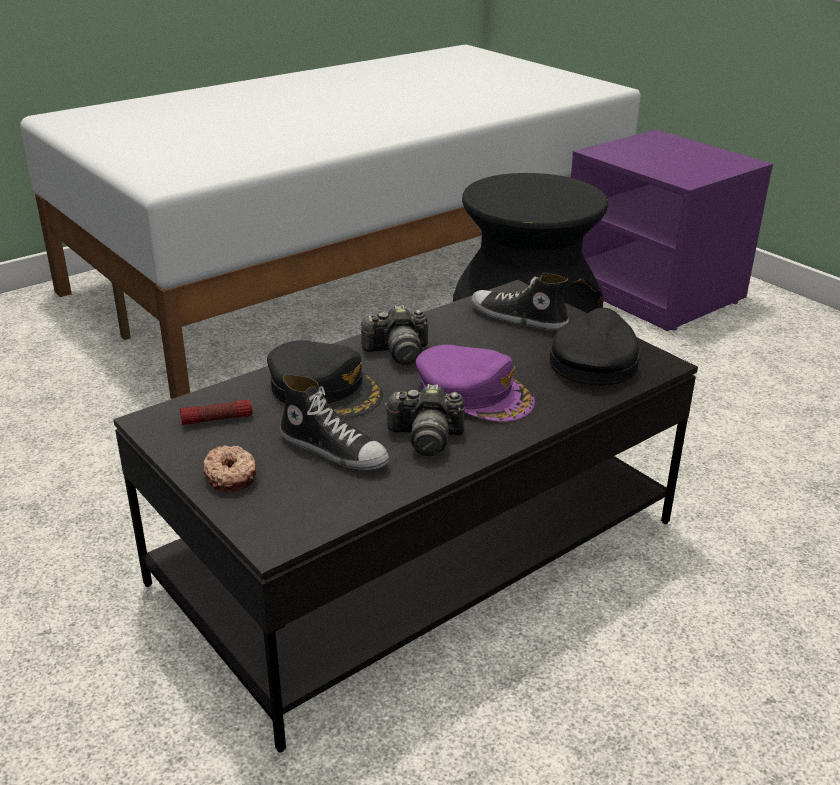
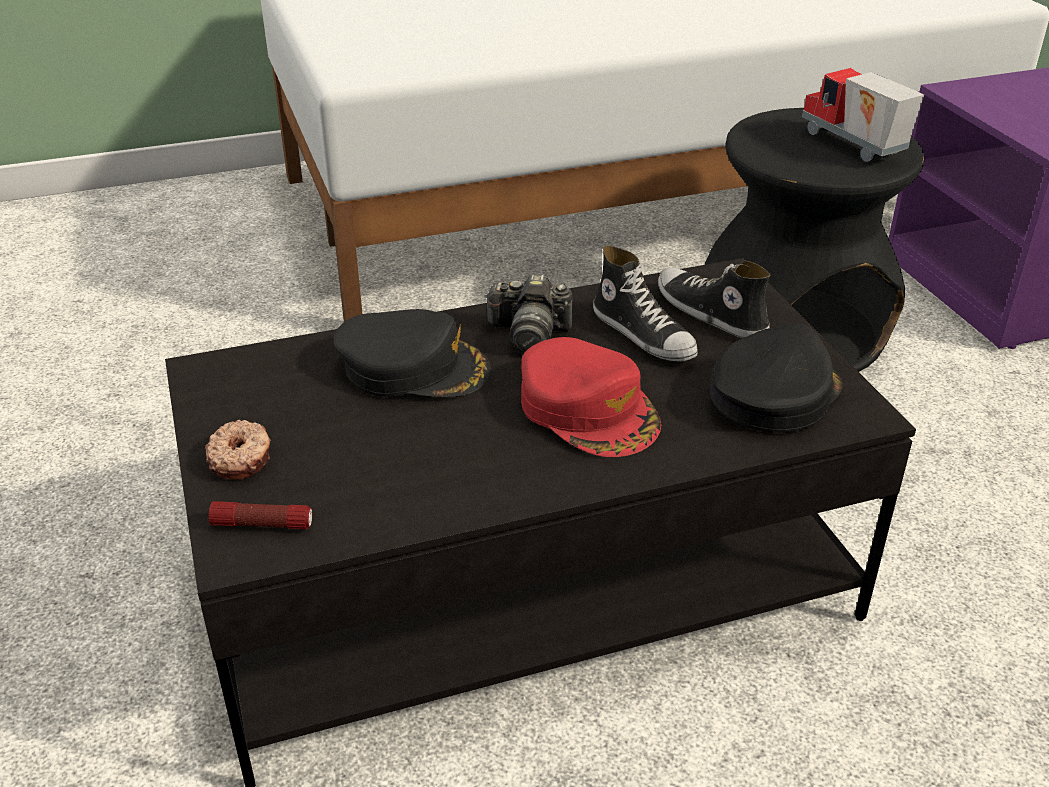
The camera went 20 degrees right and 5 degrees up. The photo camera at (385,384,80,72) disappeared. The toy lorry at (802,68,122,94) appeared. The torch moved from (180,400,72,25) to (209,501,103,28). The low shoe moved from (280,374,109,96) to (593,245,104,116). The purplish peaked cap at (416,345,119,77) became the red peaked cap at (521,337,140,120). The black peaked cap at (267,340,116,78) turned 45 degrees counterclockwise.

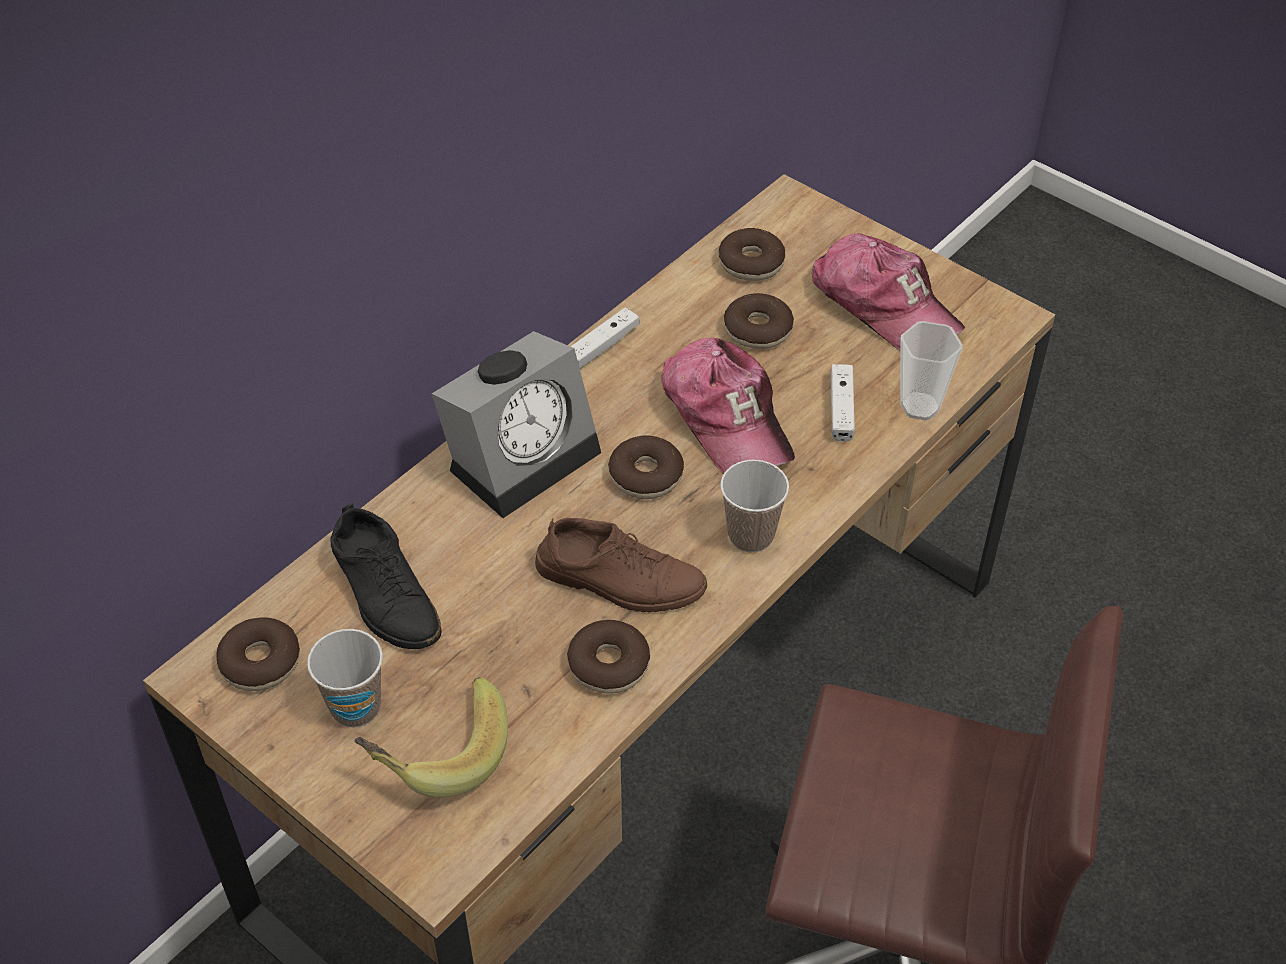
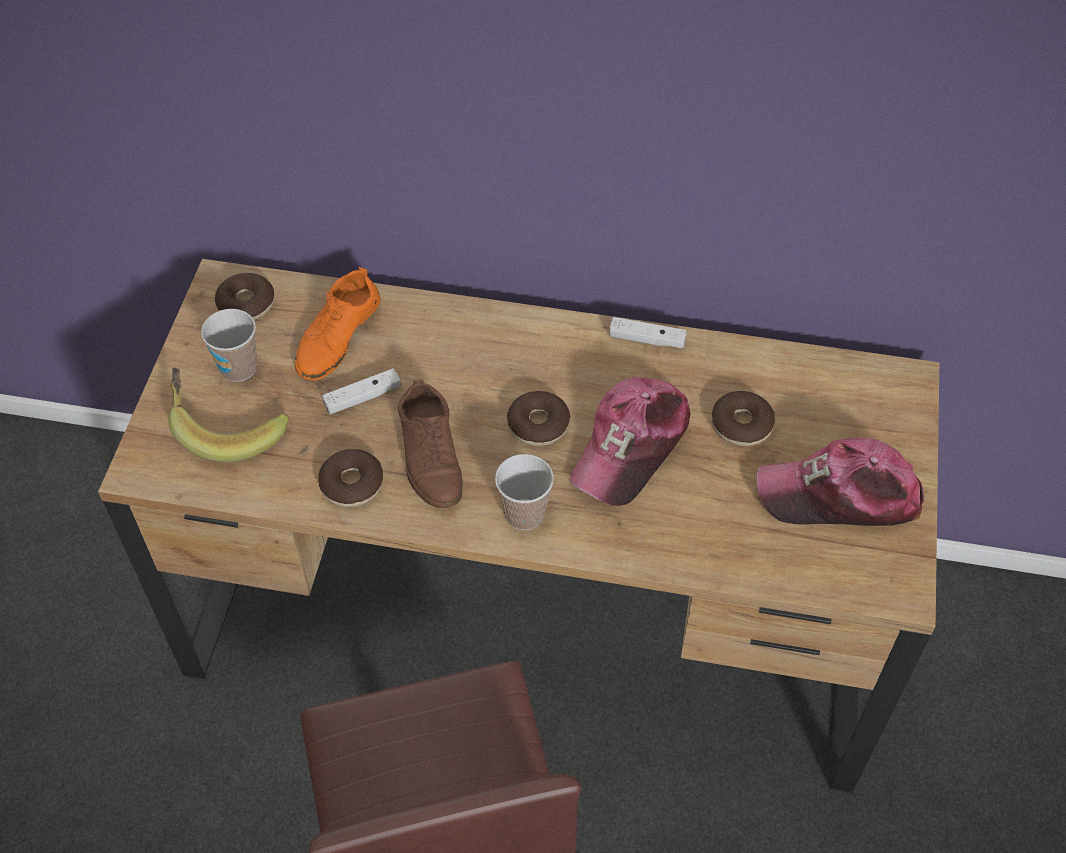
The camera went 60 degrees right and 5 degrees up. The table clock at (432,331,169,187) disappeared. The donut at (719,228,66,53) disappeared. The drinking cup at (900,321,63,99) disappeared. The whitish game controller moved from (831,364,24,78) to (322,368,79,46). The black low shoe at (330,503,111,146) became the orange low shoe at (295,267,86,113). The peaked cap at (812,233,153,117) turned 75 degrees clockwise.

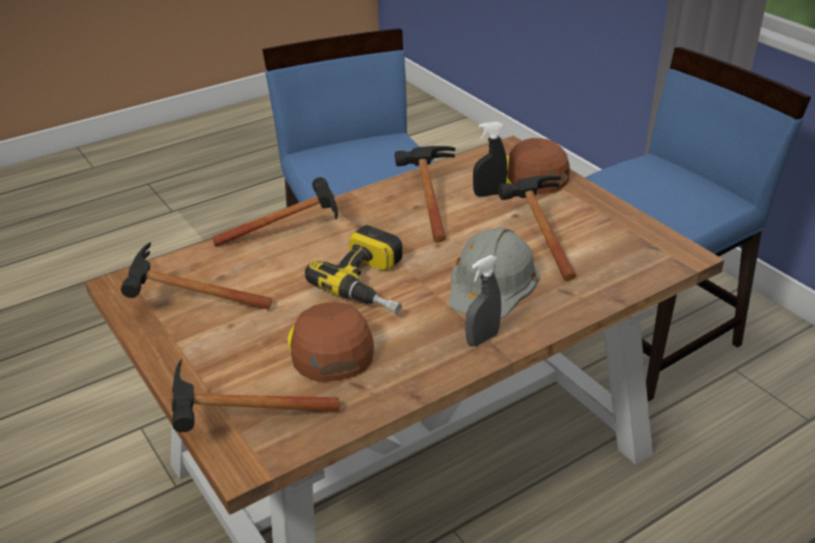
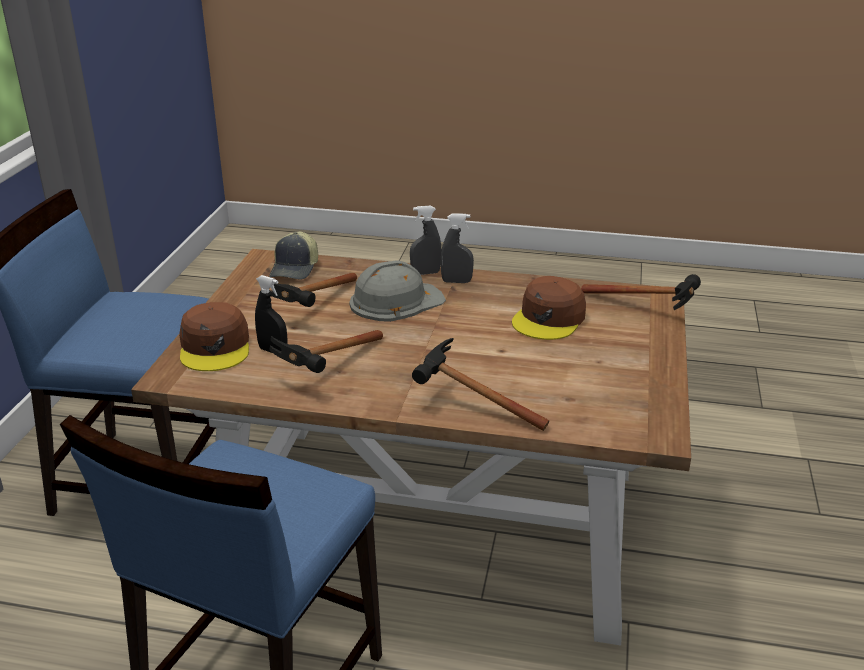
The camera went 135 degrees left and 5 degrees down. The hand hammer at (121,242,151,68) disappeared. The electric drill at (305,225,97,89) disappeared. The peaked cap at (269,232,49,48) appeared. The gray spray bottle at (410,206,31,69) appeared.

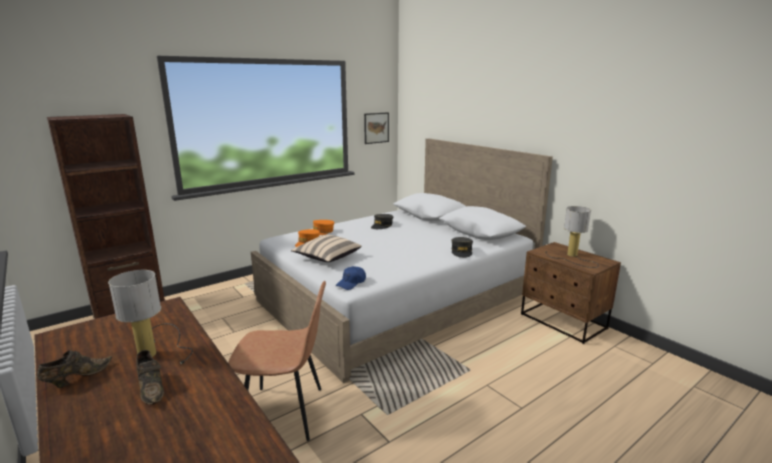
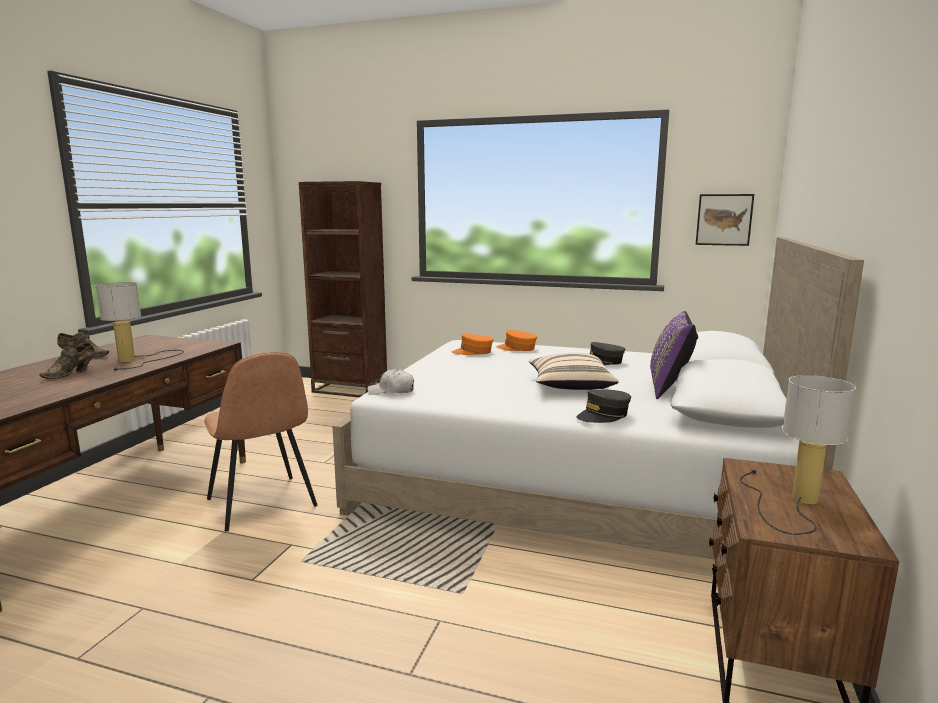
The camera went 55 degrees right and 5 degrees down. The purplish pillow at (650,311,48,88) appeared. The beige pillow moved from (291,235,70,27) to (529,353,90,37). The bluish peaked cap at (335,266,31,24) became the whitish peaked cap at (367,369,47,26).

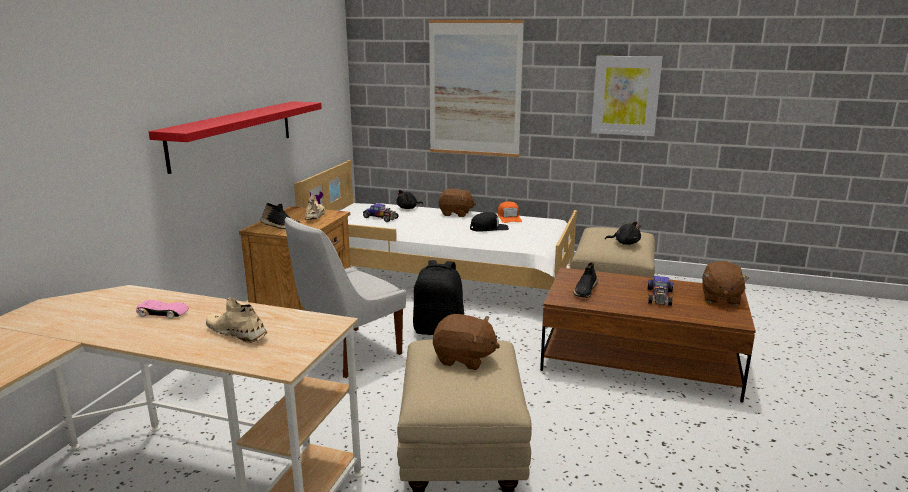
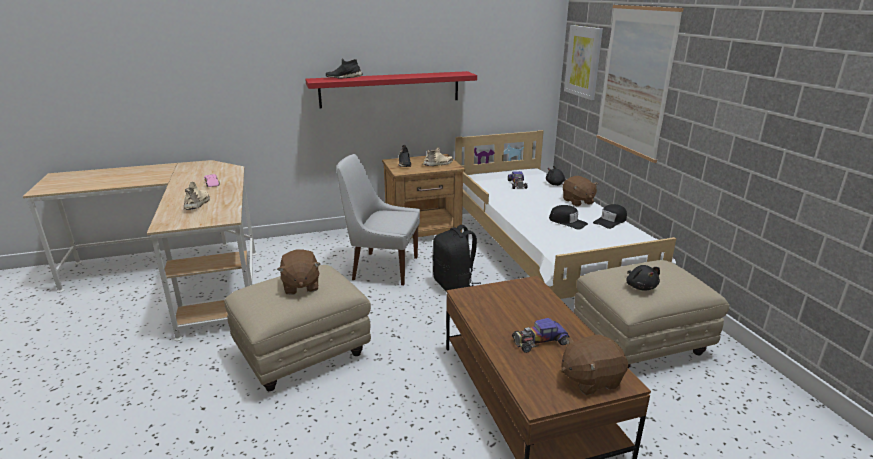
The camera went 55 degrees right and 5 degrees up. The black low shoe moved from (573,262,24,36) to (326,59,37,20). The wall picture moved from (591,56,72,80) to (564,25,39,75). The orange peaked cap at (498,201,24,22) became the black peaked cap at (593,204,34,25).

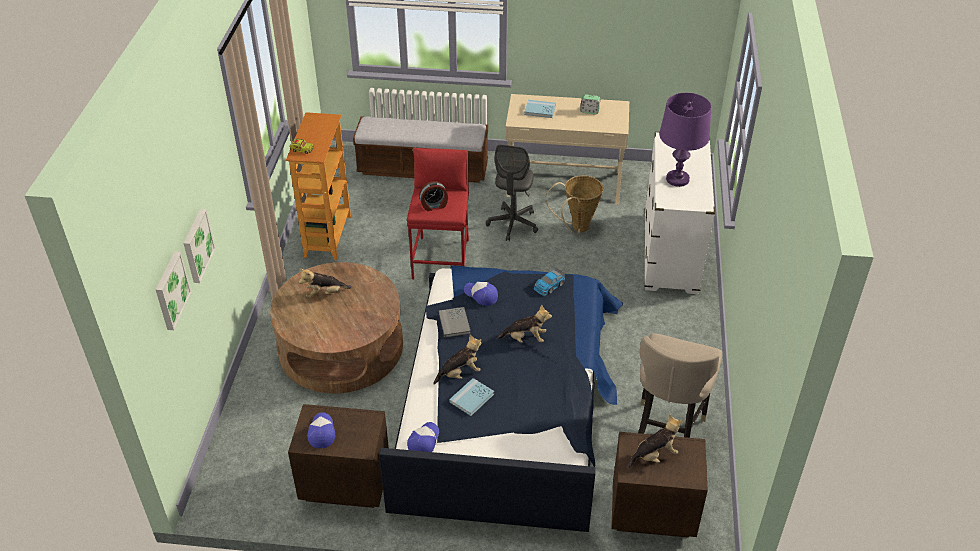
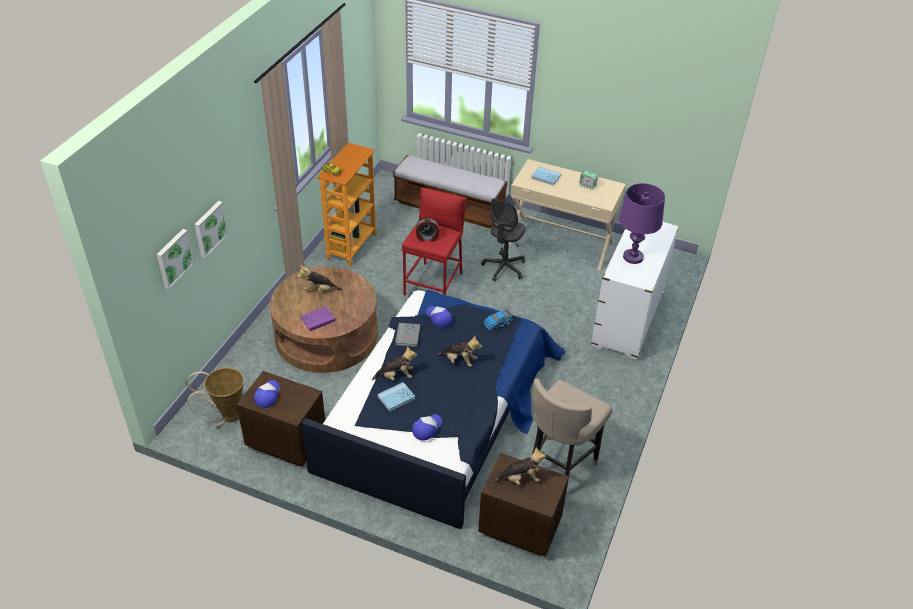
The camera went 15 degrees right and 0 degrees up. The purplish bound book at (301,306,34,25) appeared. The peaked cap moved from (407,422,32,30) to (412,414,30,27). The household basket moved from (545,175,58,60) to (185,368,59,57).

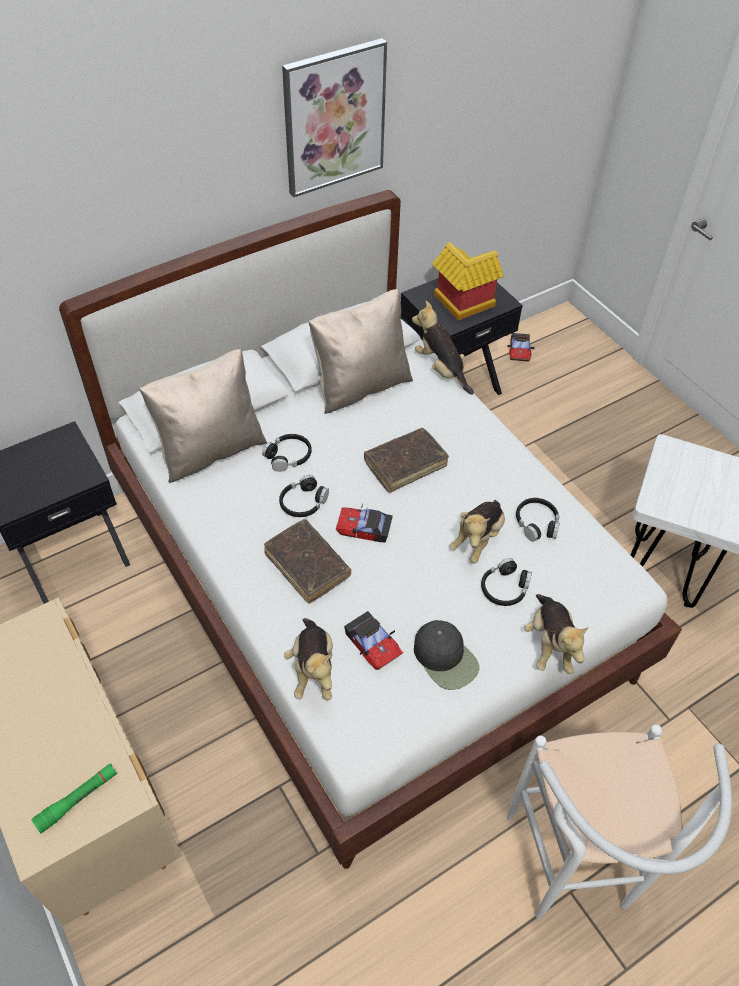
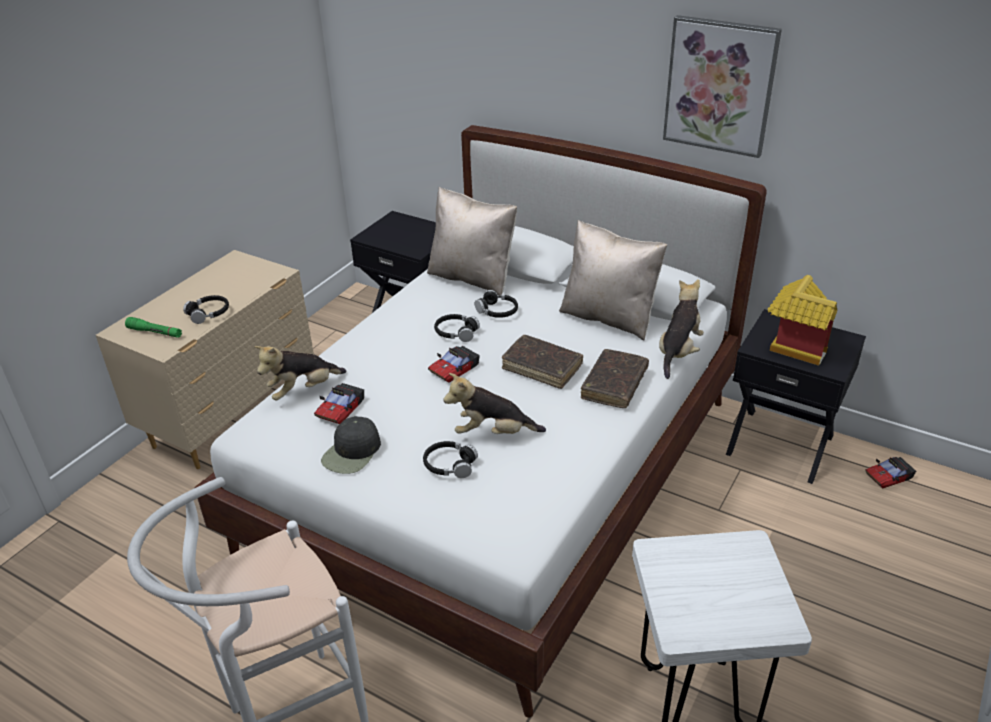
The camera went 65 degrees right and 15 degrees down. The plush toy at (525,594,63,80) disappeared. The brownish bound book moved from (264,519,87,85) to (581,349,68,59). The black pair of headphones moved from (516,498,43,44) to (183,295,46,29). The toy car at (336,503,57,39) turned 120 degrees counterclockwise.

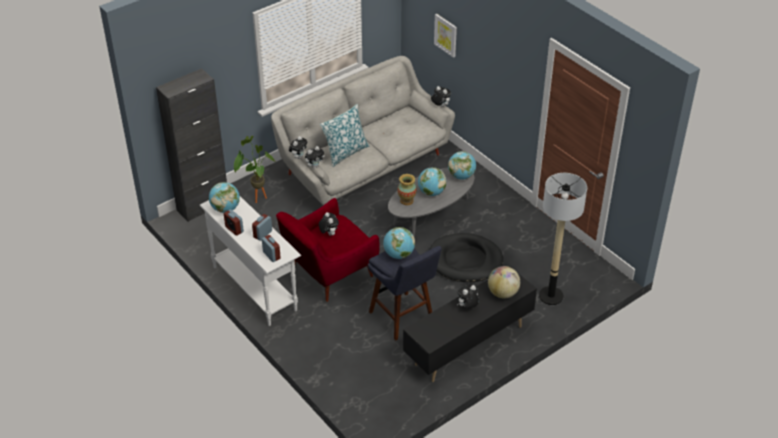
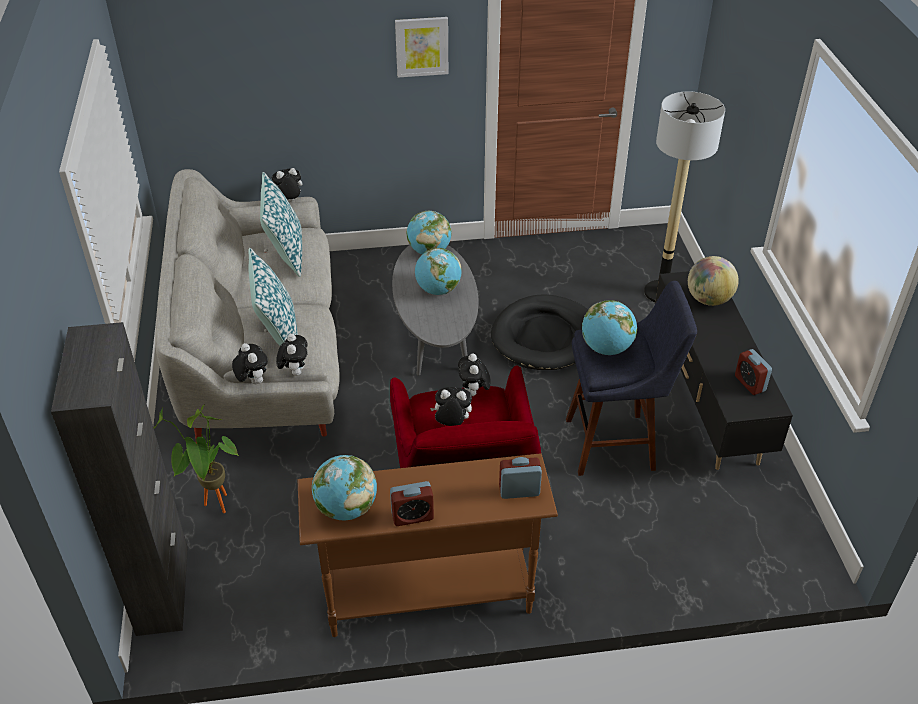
The camera went 60 degrees left and 0 degrees up. The flower vase at (397,174,20,31) disappeared. The pillow at (260,172,42,105) appeared. The table clock moved from (252,214,20,27) to (735,349,37,46). The wall picture moved from (434,14,23,44) to (395,17,53,61). The plush toy moved from (457,284,22,25) to (458,354,33,42). The whitish narrow table at (199,195,102,131) became the brownish narrow table at (298,453,260,184).

